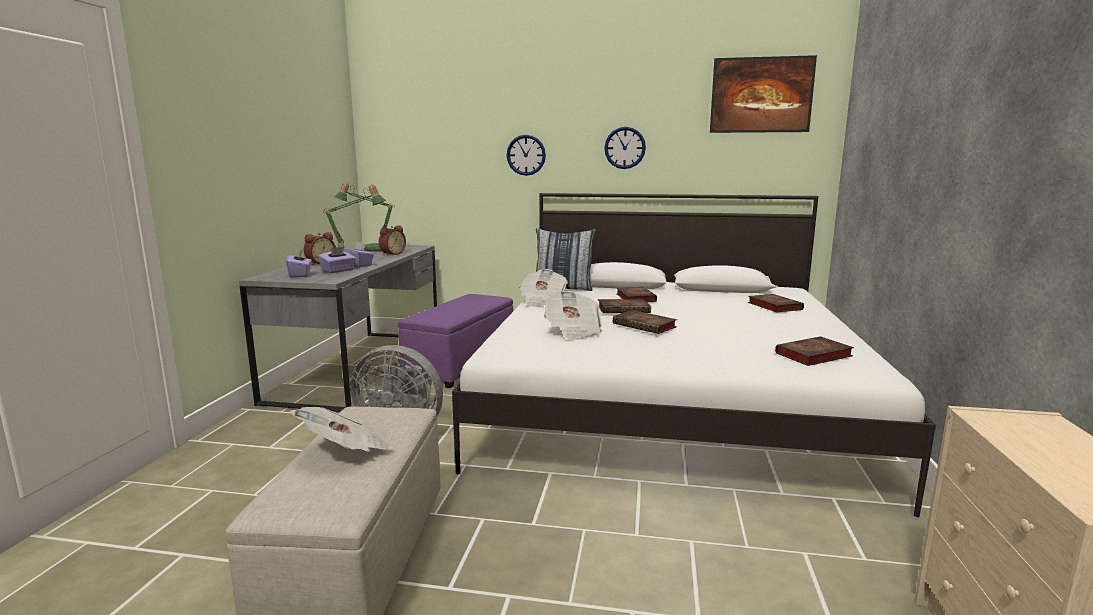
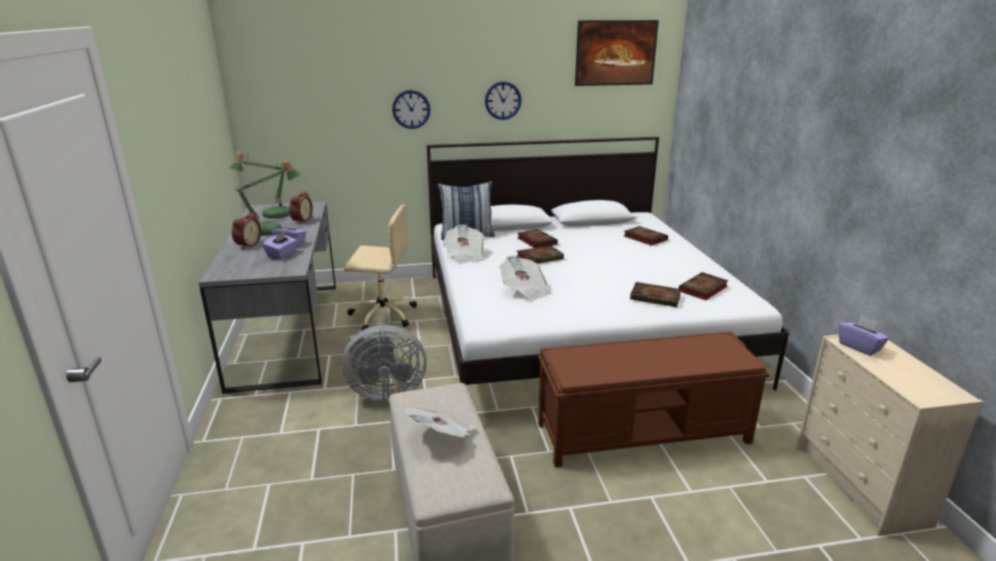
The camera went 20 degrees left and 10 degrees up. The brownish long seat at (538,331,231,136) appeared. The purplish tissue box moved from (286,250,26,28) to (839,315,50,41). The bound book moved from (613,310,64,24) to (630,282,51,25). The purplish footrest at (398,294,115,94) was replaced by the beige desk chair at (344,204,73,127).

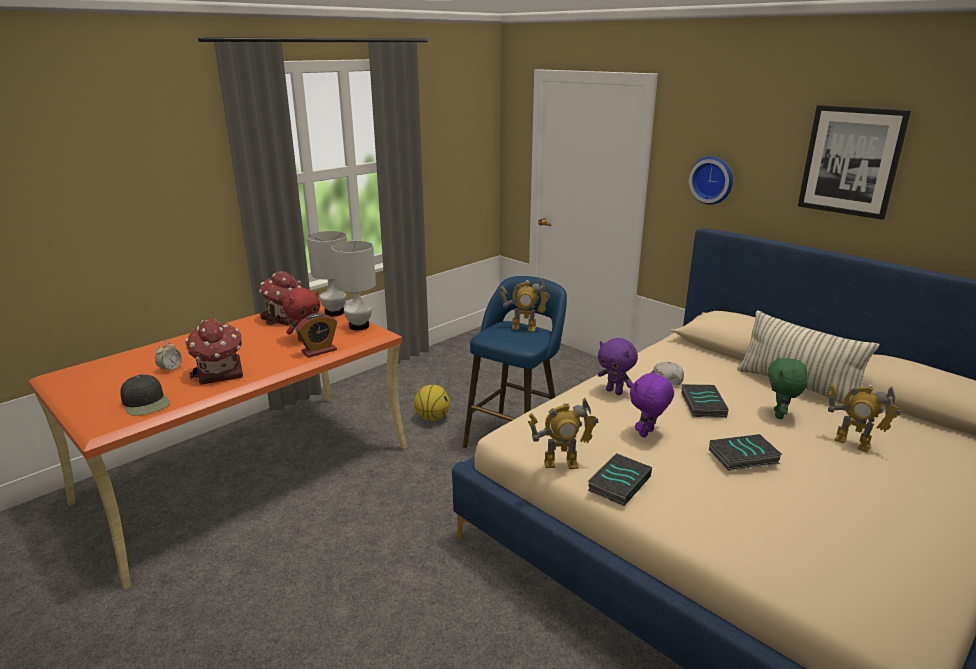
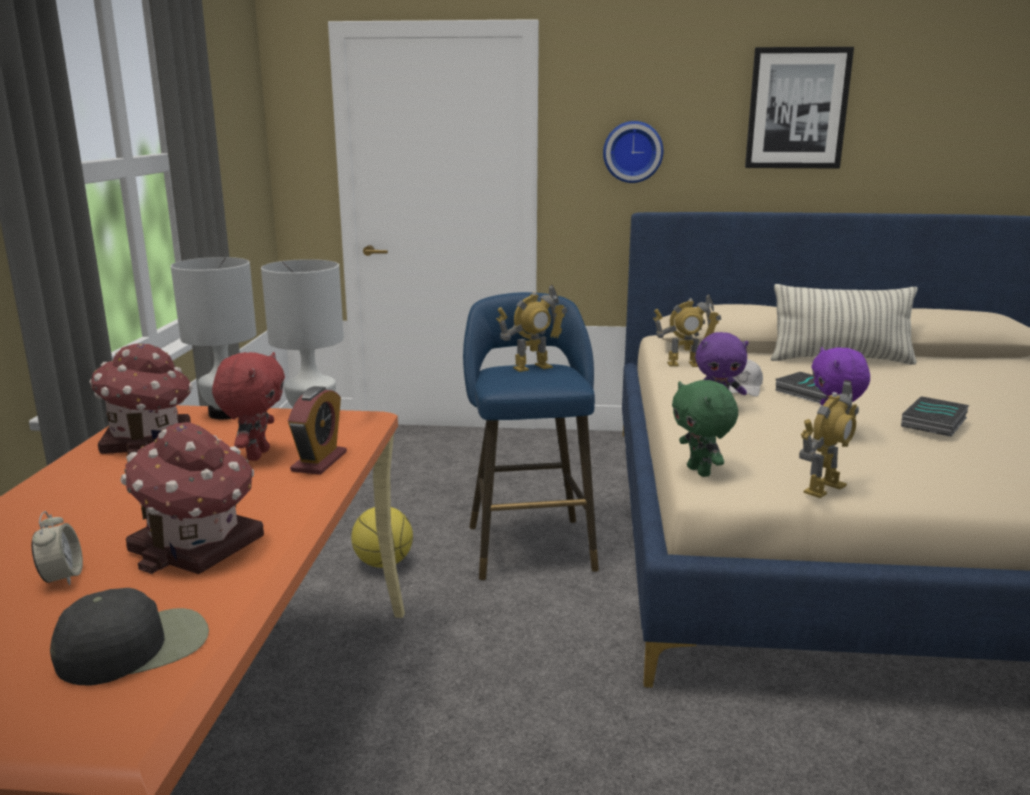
The camera went 40 degrees left and 5 degrees down. The bound book at (587,453,65,53) disappeared. The greenish plush toy moved from (768,355,39,64) to (672,380,66,97). The model robot moved from (828,385,73,67) to (653,294,68,73). The black peaked cap at (120,374,50,42) turned 45 degrees counterclockwise.

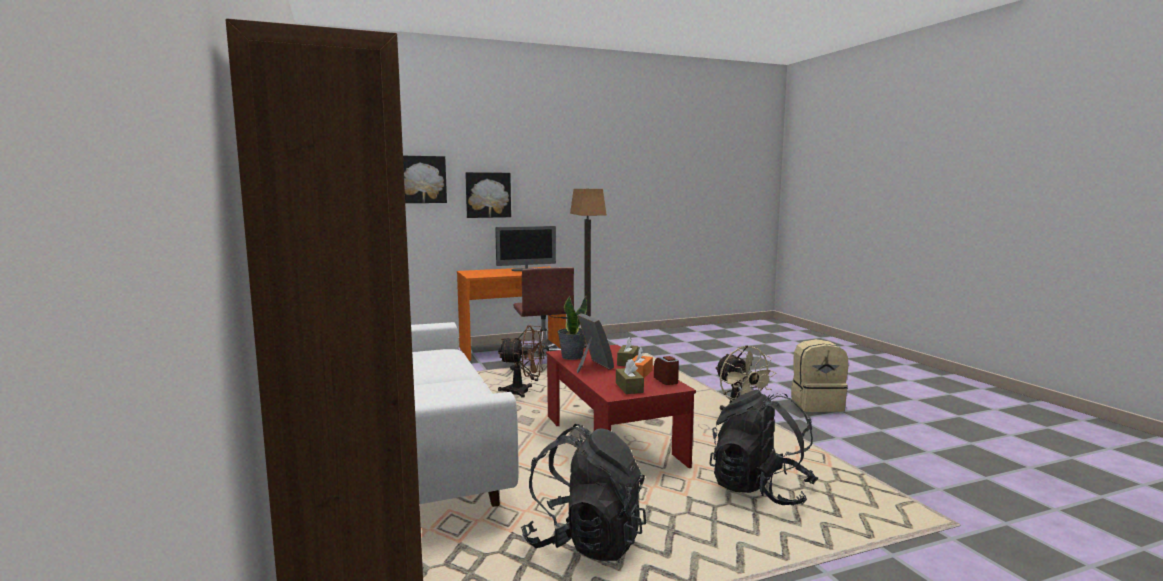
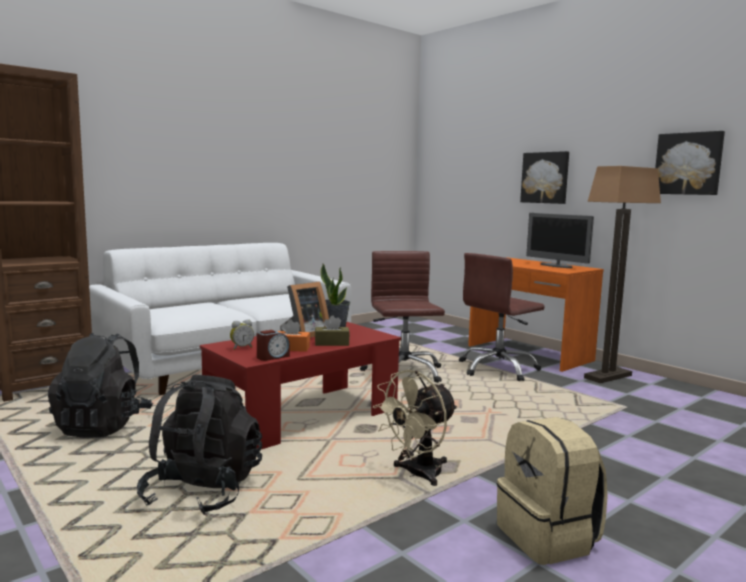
The camera went 70 degrees right and 0 degrees up. The wall picture moved from (403,156,44,47) to (655,131,70,64). The brownish fan at (498,325,47,73) was replaced by the brownish desk chair at (360,251,85,132). The brownish tissue box at (616,359,28,35) was replaced by the table clock at (230,320,24,30).

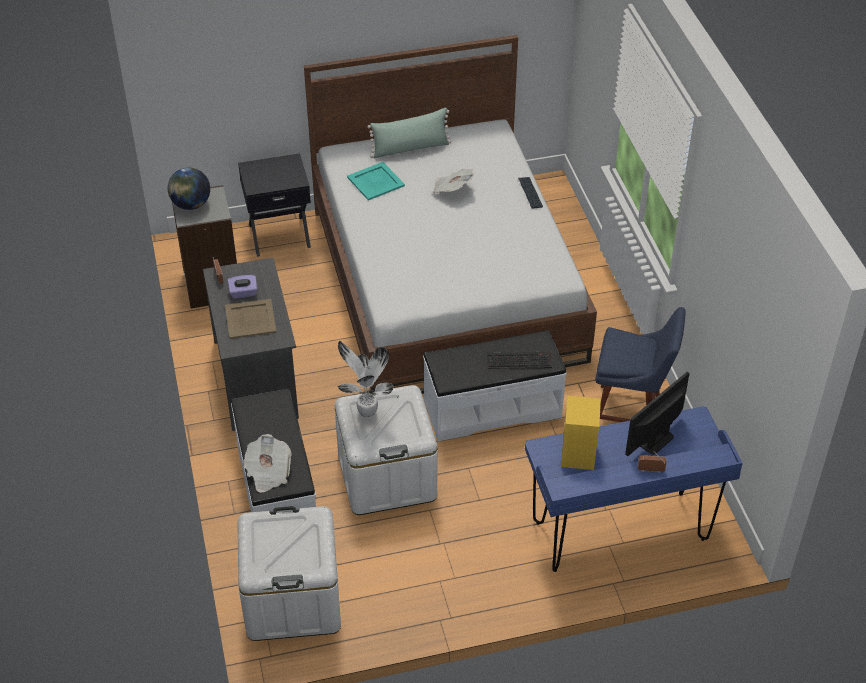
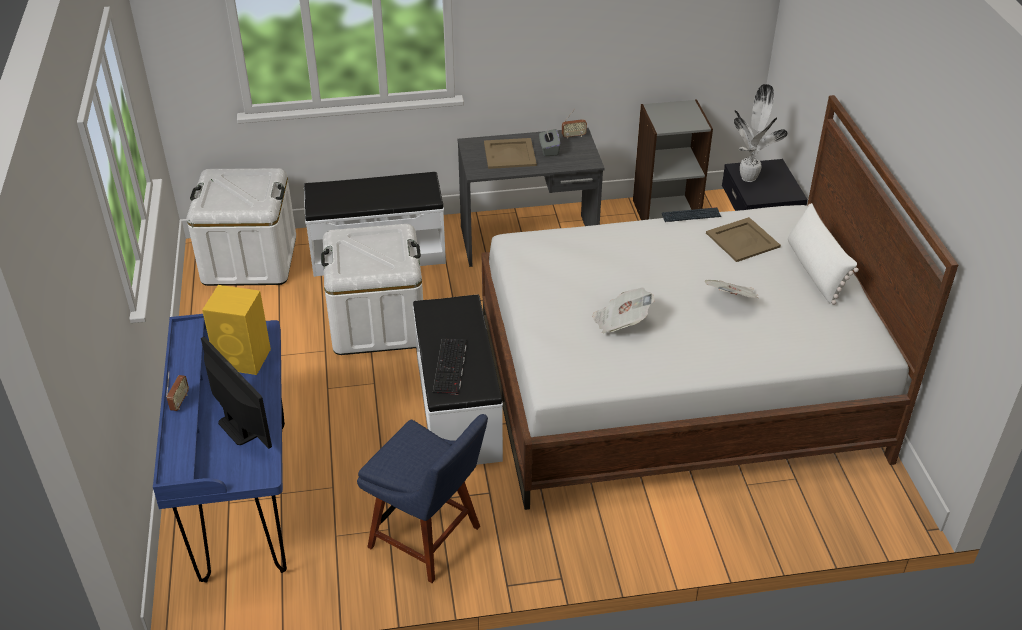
The camera went 95 degrees right and 5 degrees down. The globe at (168,168,42,42) disappeared. The printed paper moved from (243,434,49,59) to (592,287,63,47). The houseplant moved from (338,341,56,77) to (734,84,54,98). The PC keyboard moved from (518,177,25,32) to (662,207,59,15). The purplish tissue box at (228,275,29,24) became the gray tissue box at (539,128,21,28). The turquoise-coloured serving tray at (347,162,58,38) became the beige serving tray at (706,217,75,45). The greenish pillow at (367,108,84,50) became the whitish pillow at (788,203,71,102). The bluish chair at (595,307,90,115) turned 75 degrees counterclockwise.

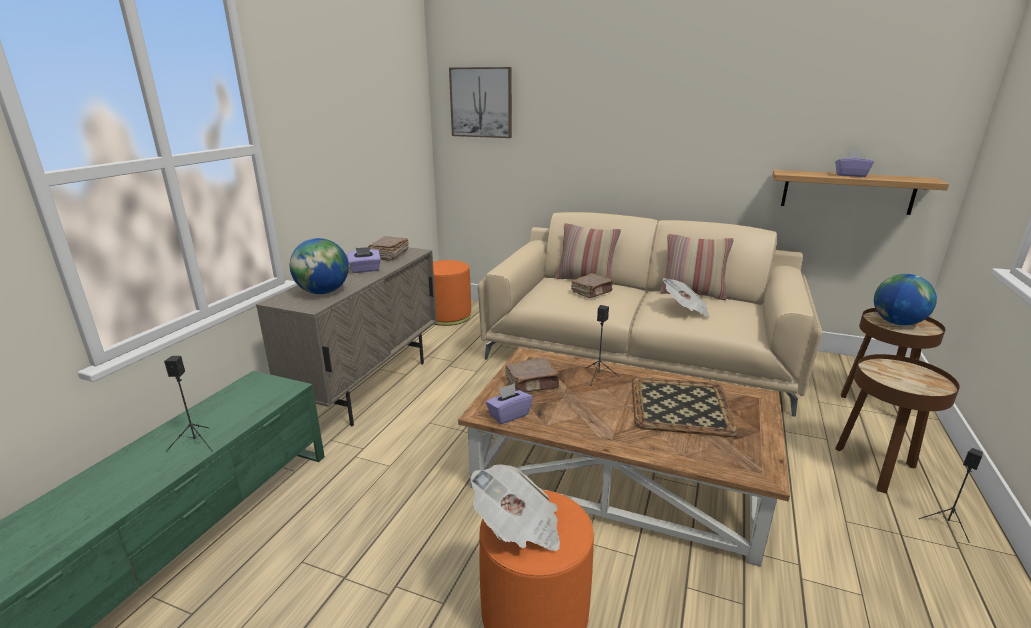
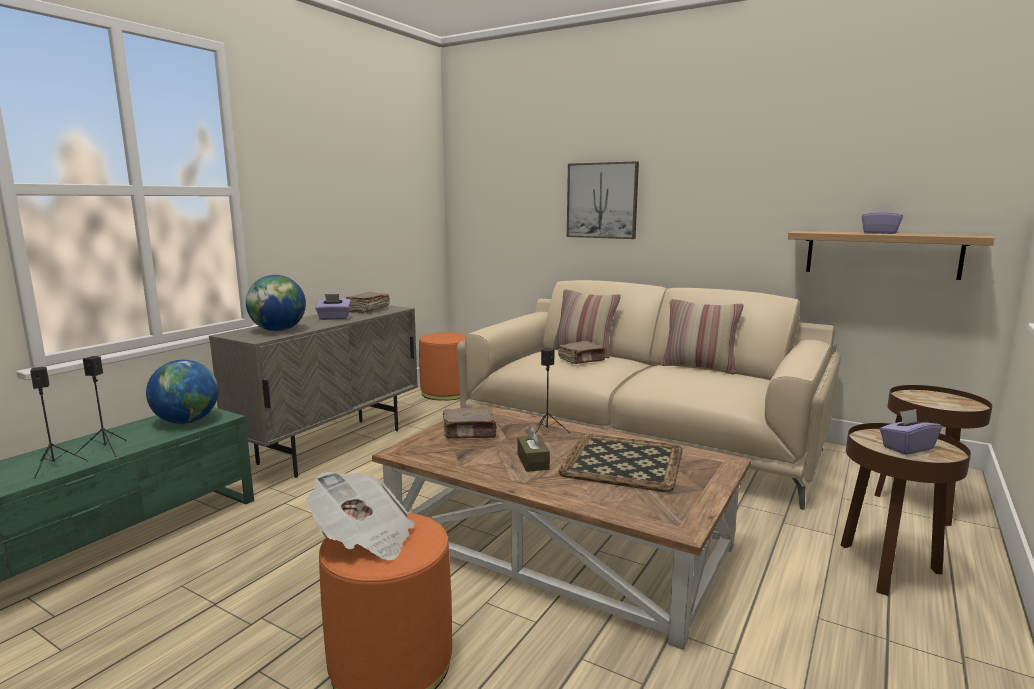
The camera went 10 degrees right and 10 degrees down. The printed paper at (663,278,47,39) disappeared. The brownish tissue box at (517,426,33,46) appeared. The wall picture moved from (449,67,63,71) to (567,161,72,78). The purplish tissue box moved from (486,383,47,41) to (880,409,62,46). The globe moved from (874,274,63,51) to (146,360,73,64). The black loudspeaker moved from (919,448,64,95) to (30,367,58,112).

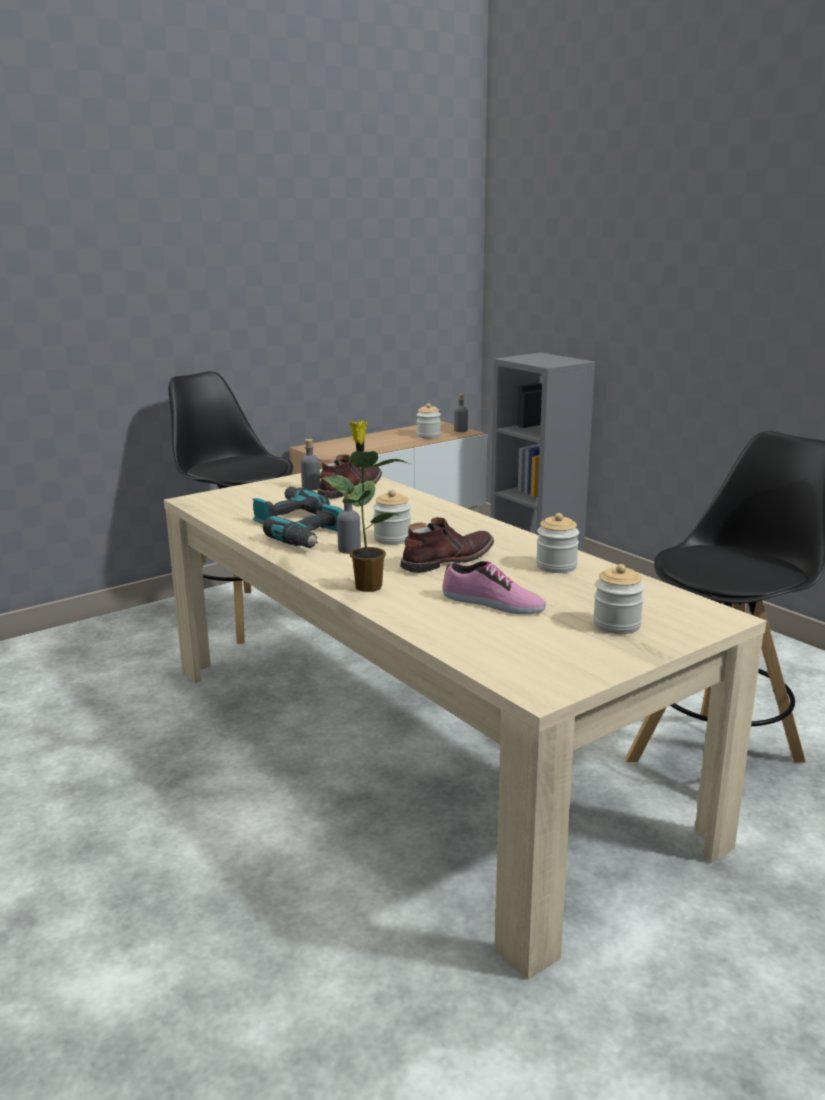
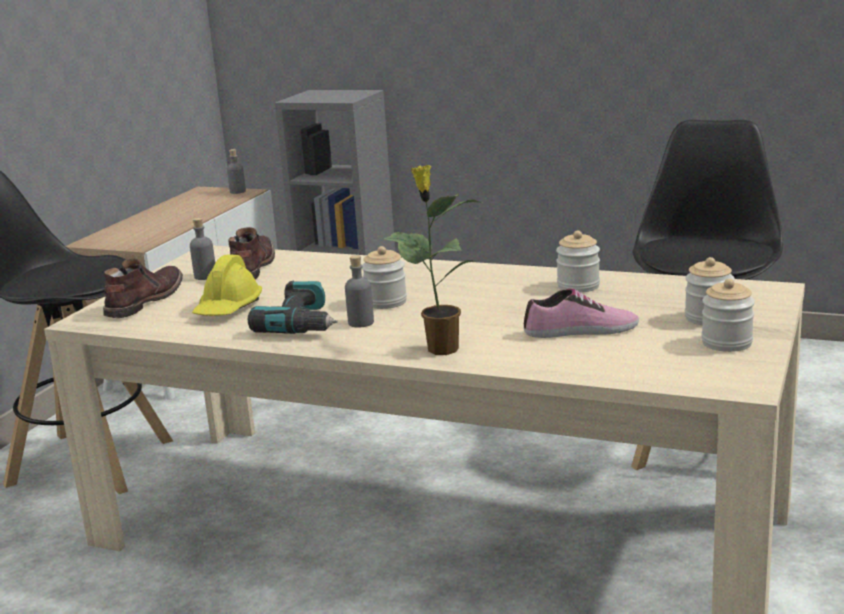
The camera went 30 degrees left and 0 degrees up. The brownish tall boot moved from (400,517,94,56) to (103,259,80,59). The storage jar moved from (416,403,25,36) to (701,279,54,73). The electric drill at (252,487,78,37) was replaced by the yellowish work helmet at (192,255,70,61).

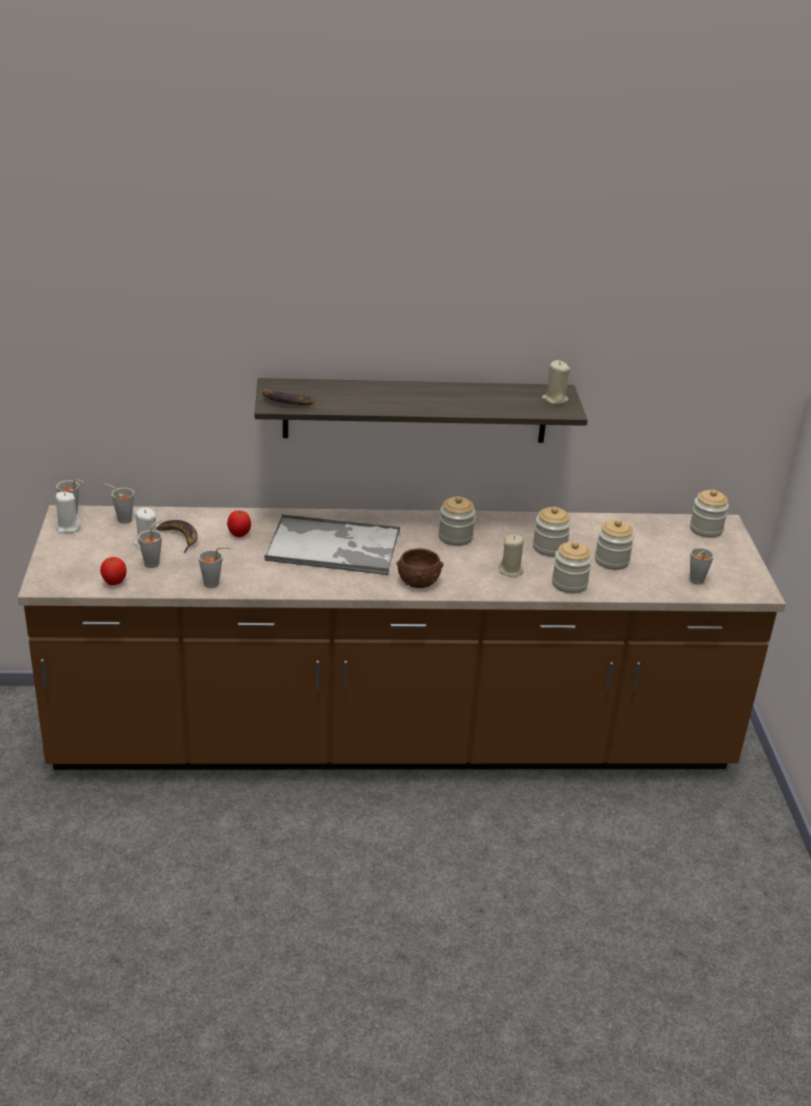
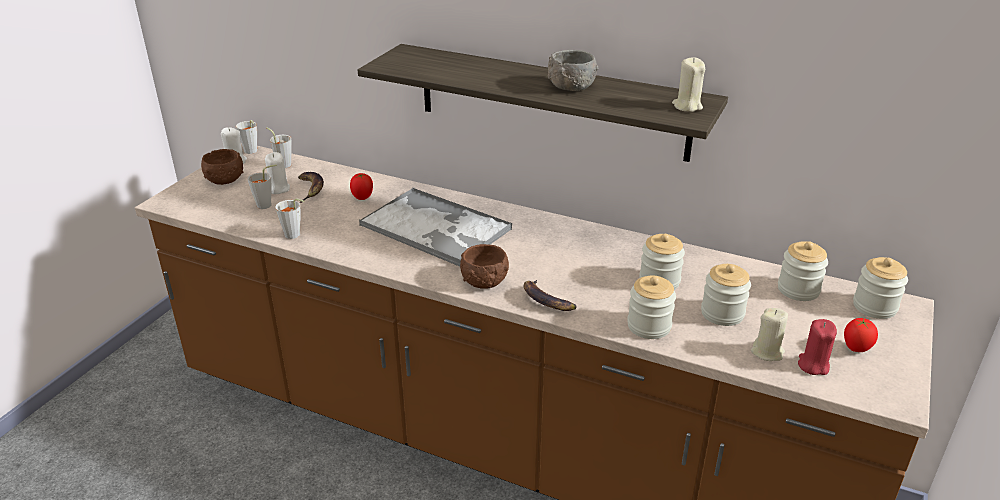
The camera went 30 degrees right and 0 degrees up. The brownish deep dish at (201,149,42,36) appeared. The gray deep dish at (548,50,50,41) appeared. The fresh tomato moved from (100,557,27,28) to (844,318,34,34). The banana fruit moved from (262,389,53,16) to (523,280,54,31). The storage jar moved from (439,496,36,50) to (778,241,50,60). The beige wax candle moved from (499,535,25,42) to (751,308,37,53). The gray drinking cup at (690,547,24,38) was replaced by the red wax candle at (798,319,39,56).

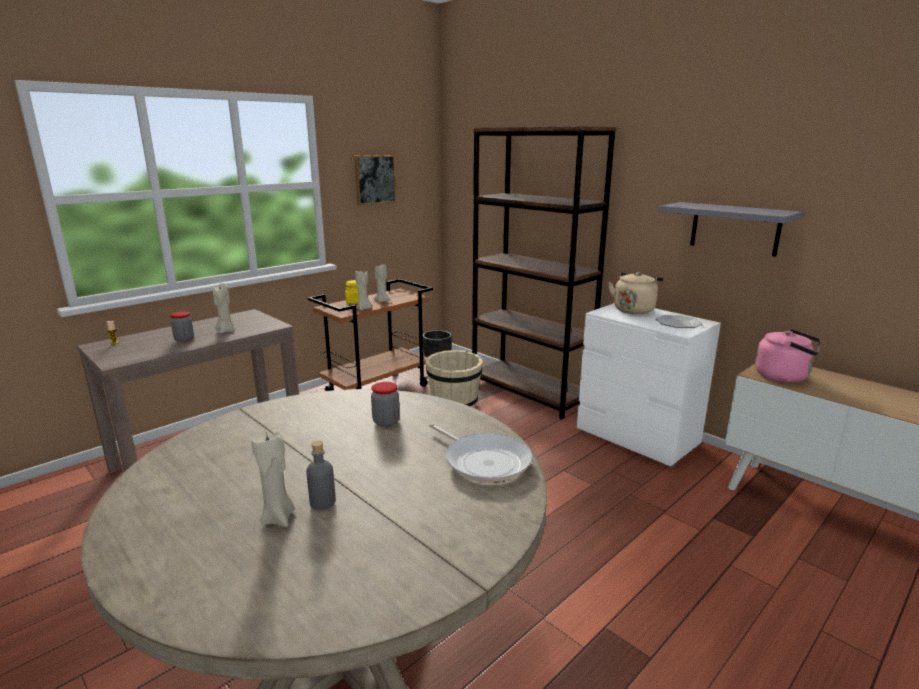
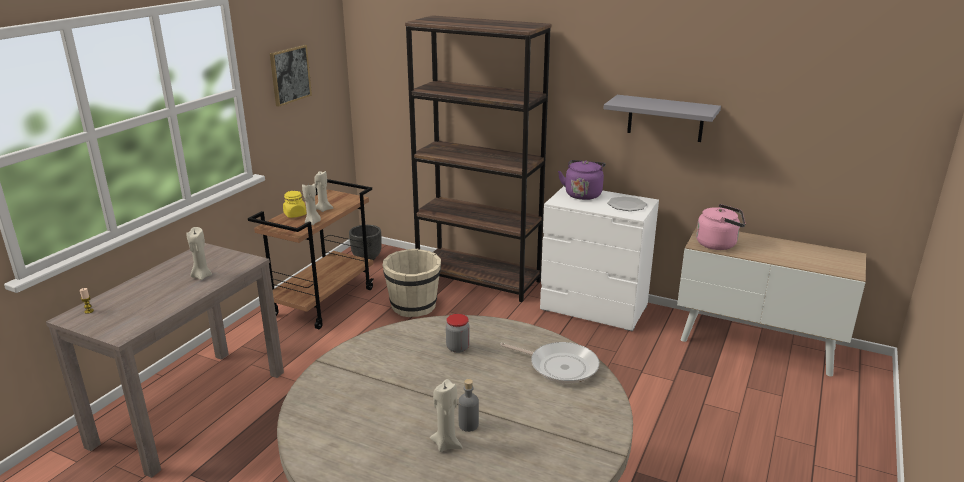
The camera went 20 degrees left and 5 degrees up. The storage jar at (170,312,24,30) disappeared. The beige kettle at (608,272,55,42) became the purplish kettle at (558,160,48,40).

